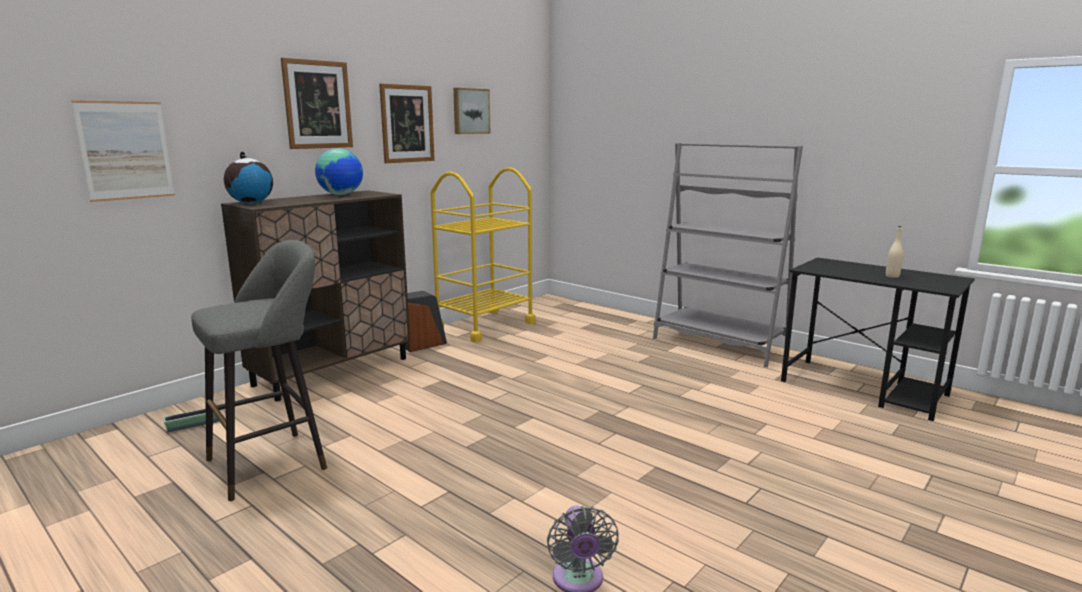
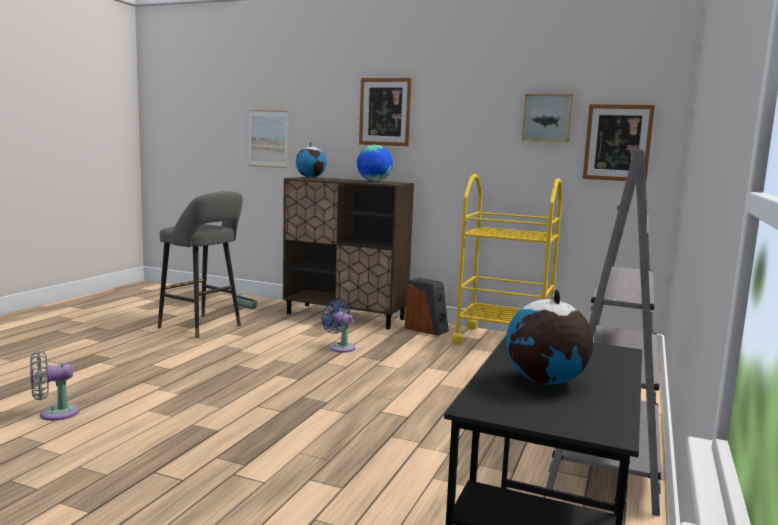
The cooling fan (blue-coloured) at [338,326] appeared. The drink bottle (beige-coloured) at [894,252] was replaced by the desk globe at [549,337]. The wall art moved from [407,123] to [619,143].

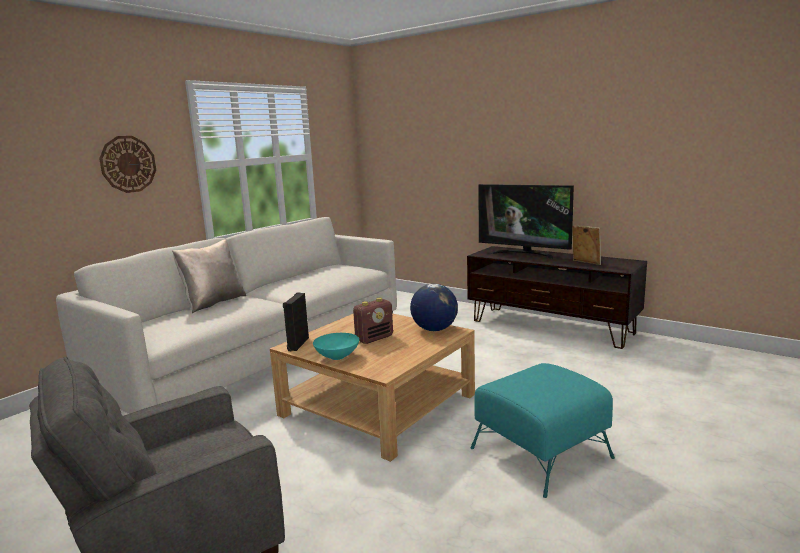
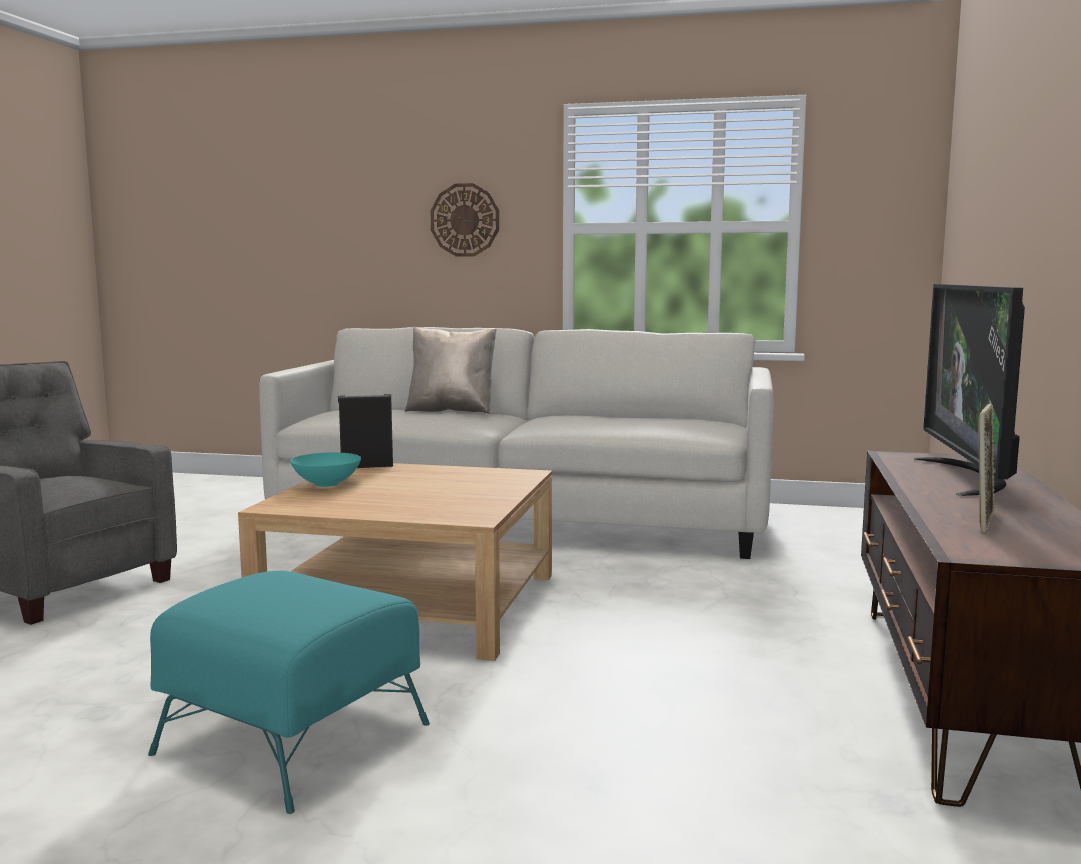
The radio set at [373,321] disappeared. The desk globe at [434,307] disappeared.

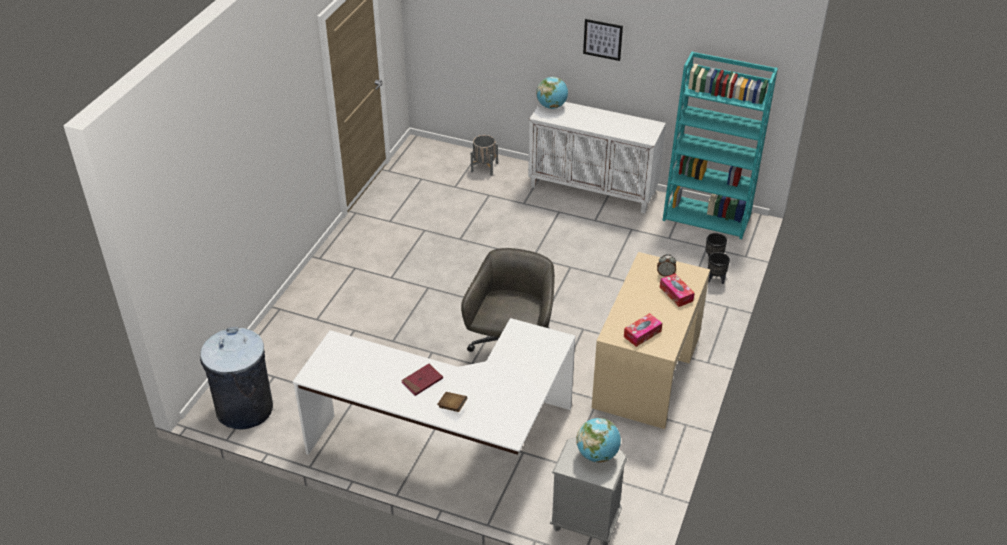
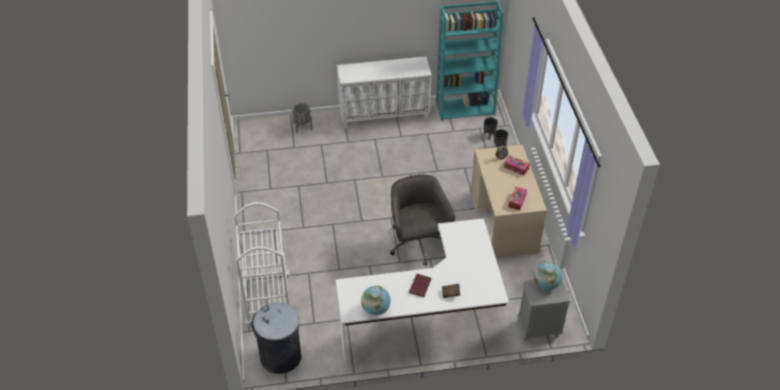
The cart (whitish) at [262,264] appeared. The desk globe moved from [552,93] to [376,300]. The wall art at [603,40] disappeared.

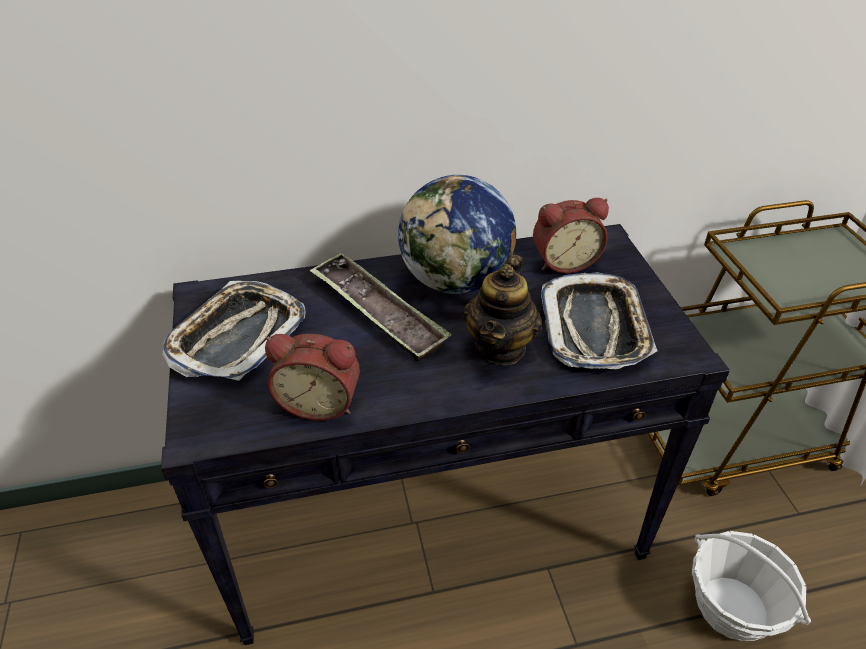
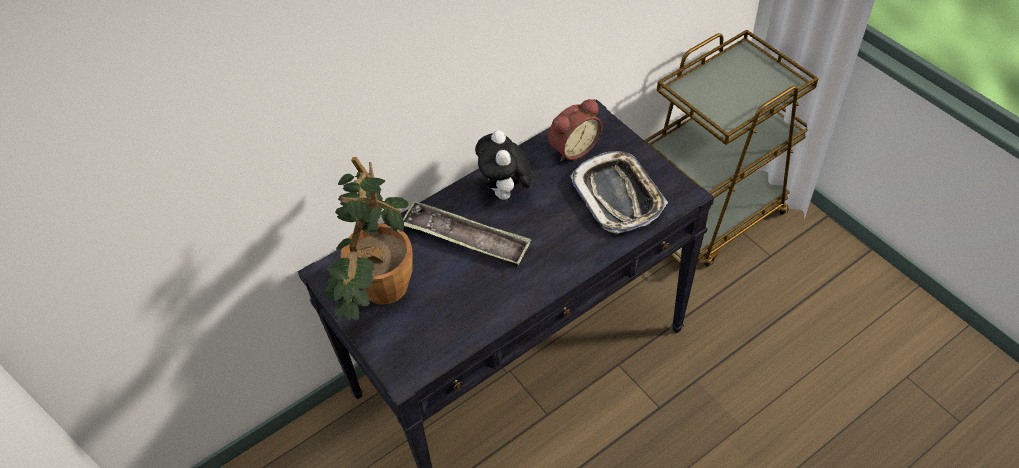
The serving tray at [233,331] was replaced by the plant in a pot at [369,239]. The desk globe at [457,234] was replaced by the soft toy at [503,165]. The bedside clock at [312,377] disappeared. The teapot at [502,309] disappeared. The basket at [751,586] disappeared.

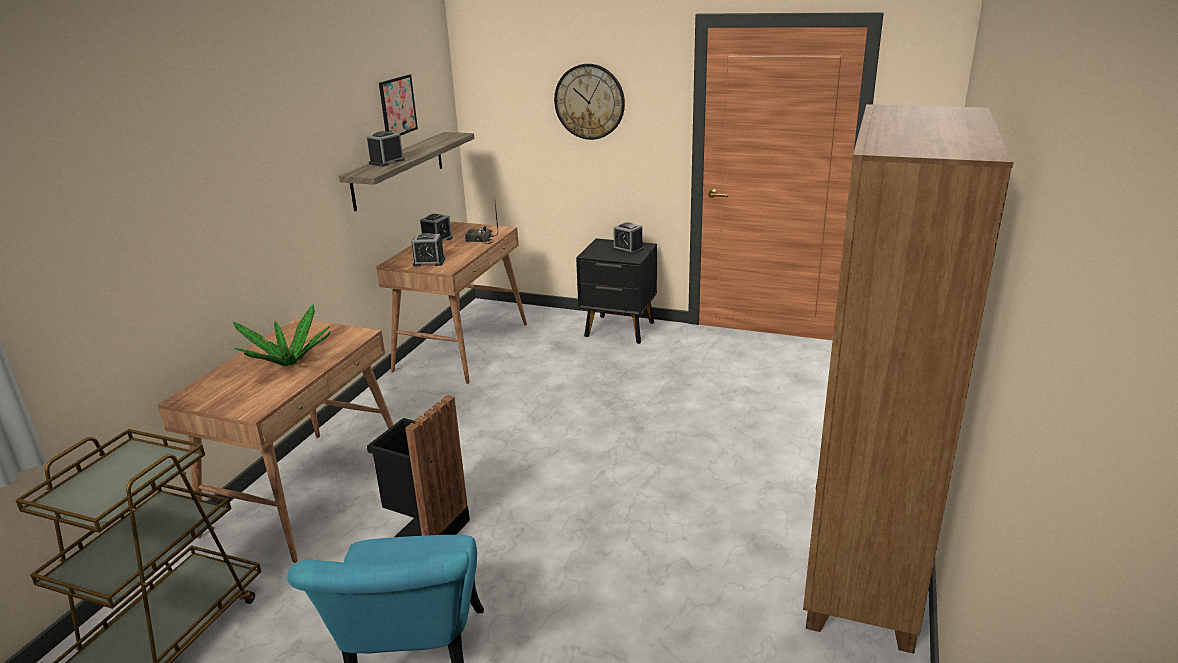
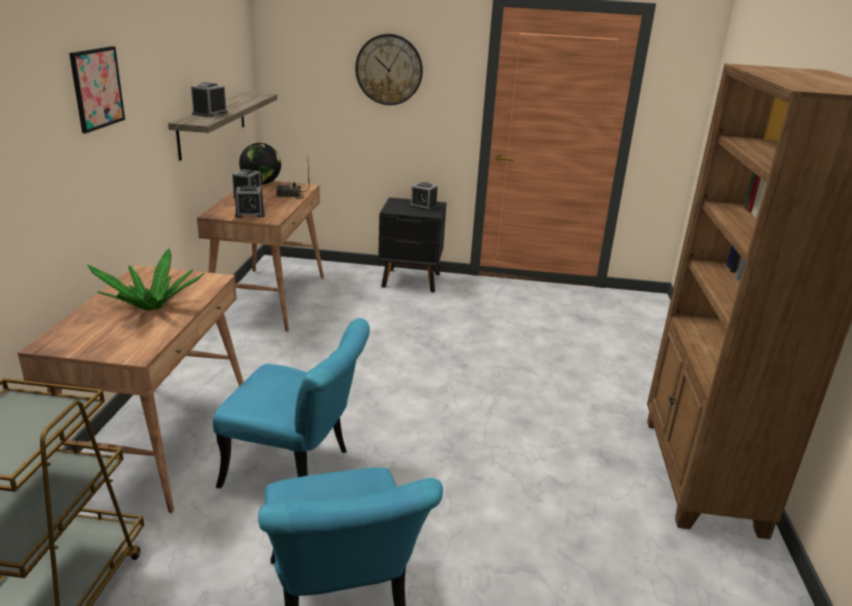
The wall art moved from [398,105] to [97,89]. The waste bin (blackish) at [418,466] was replaced by the upright chair (blue-green) at [291,403]. The desk globe at [260,164] appeared.

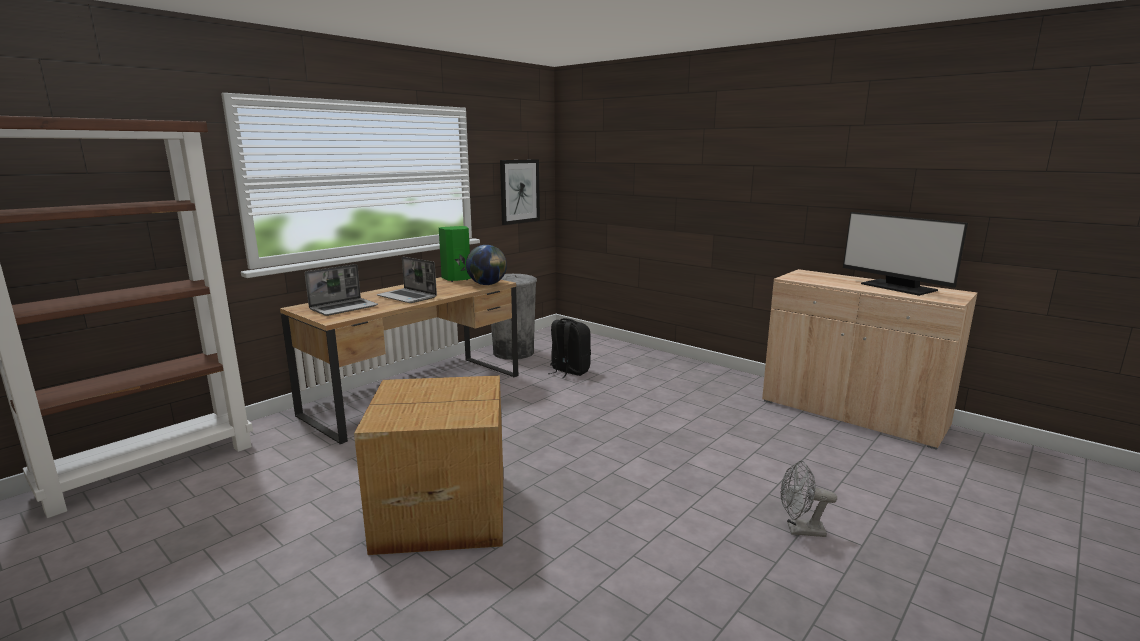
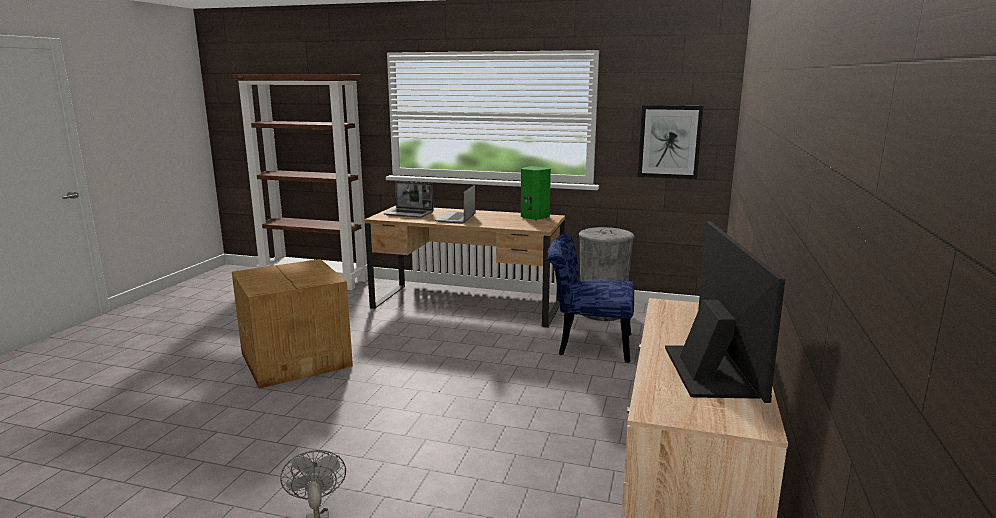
The rucksack (blackish) at [569,348] was replaced by the upright chair (blue-coloured) at [591,298]. The monitor at [905,254] turned 150 degrees clockwise. The desk globe at [486,265] disappeared.

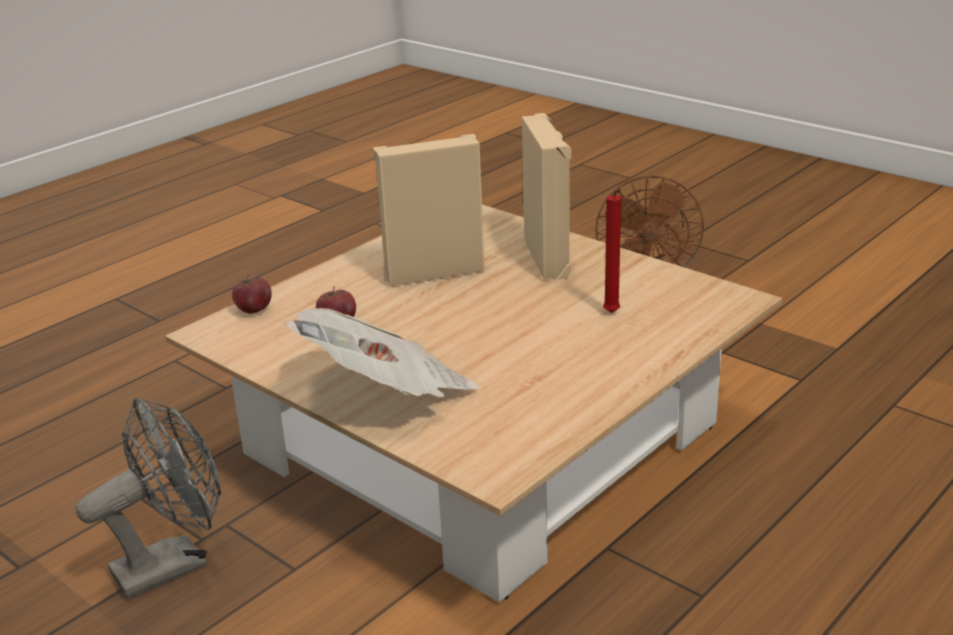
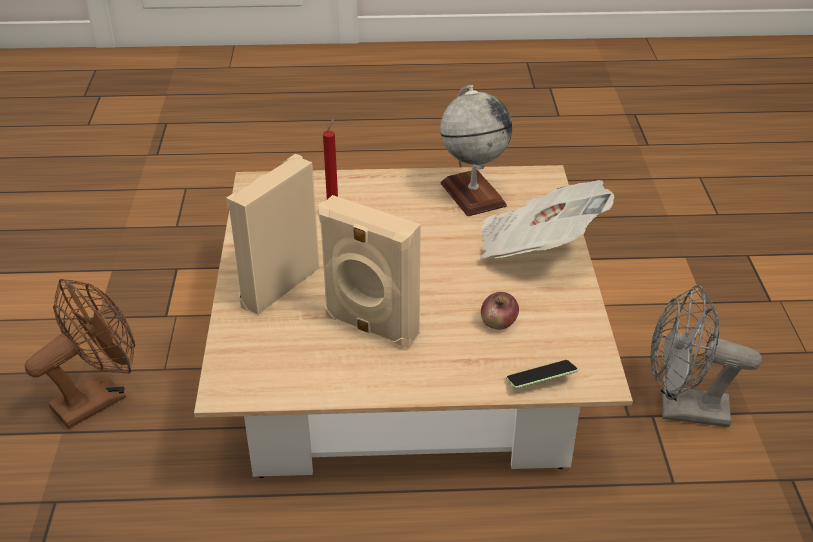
The desk globe at [476,150] appeared. The apple fruit at [252,294] was replaced by the handset at [542,374].

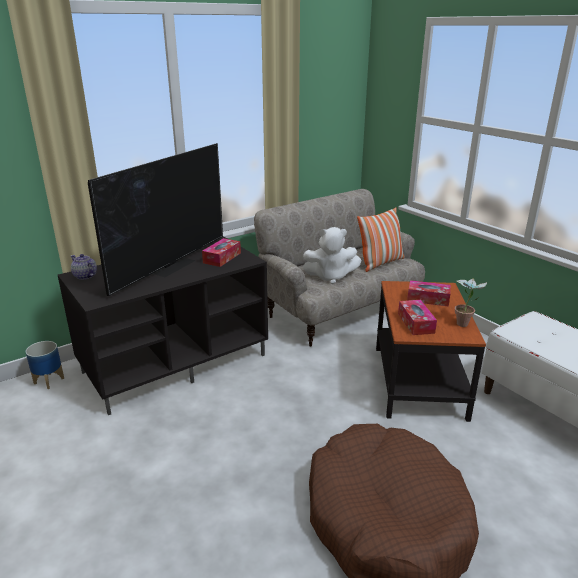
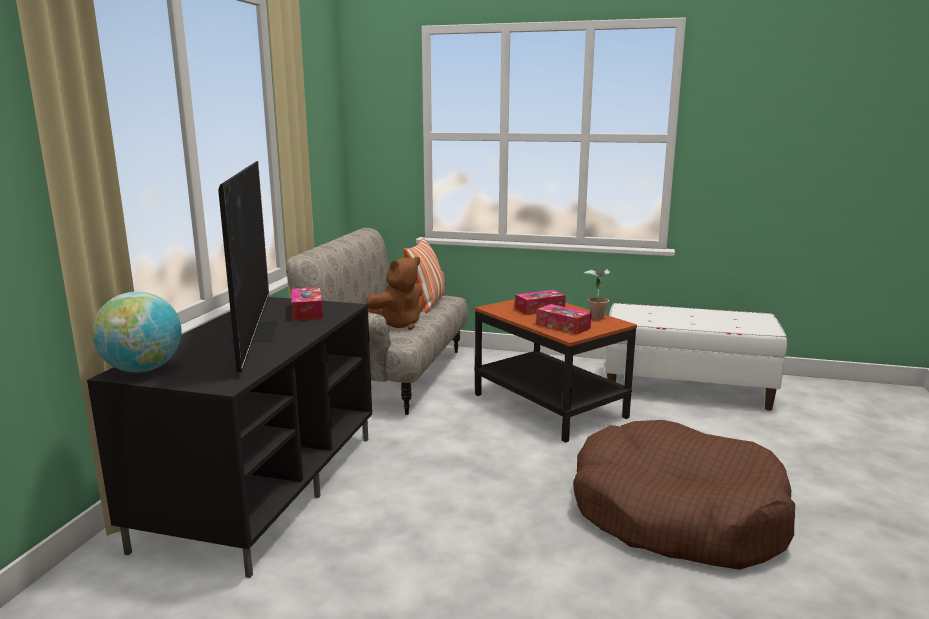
The teapot at [84,267] was replaced by the desk globe at [137,332]. The soft toy (whitish) at [332,255] became the soft toy (brown-coloured) at [395,293]. The planter at [45,365] disappeared.

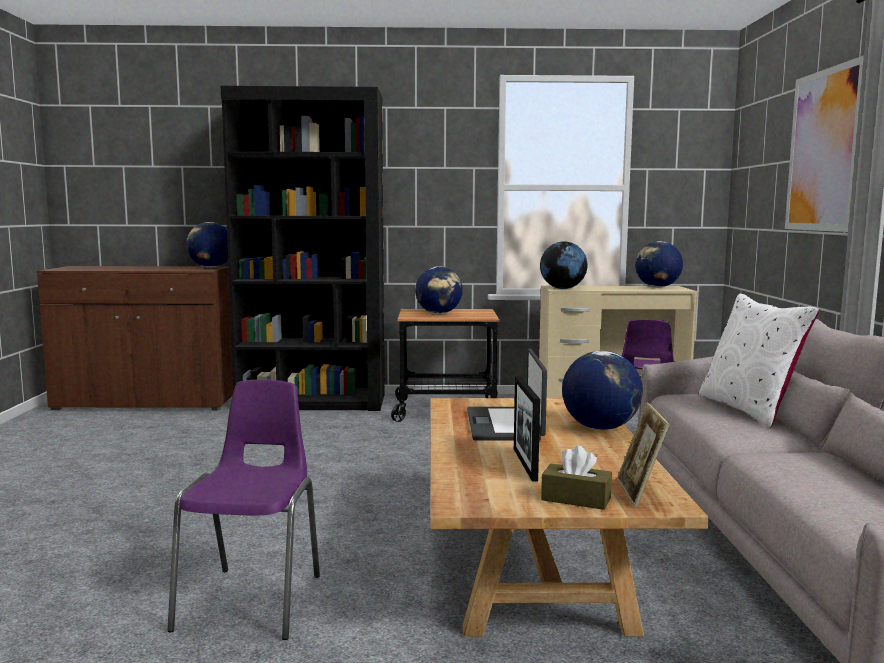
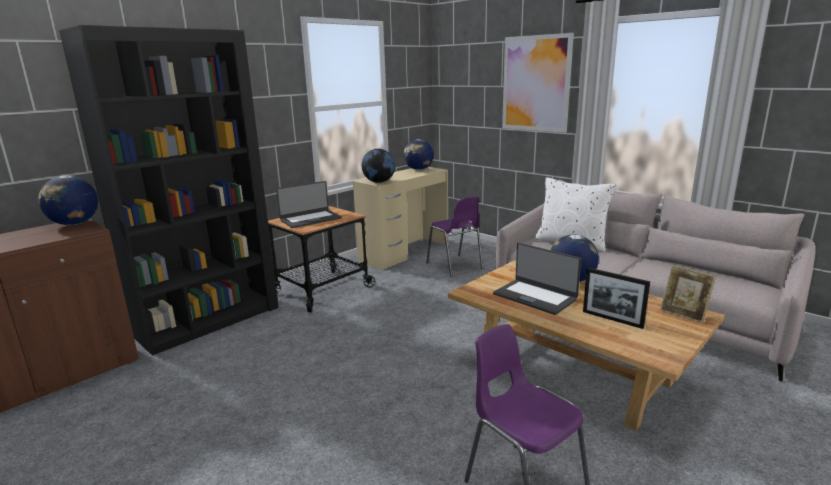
The desk globe at [439,290] was replaced by the portable computer at [309,204]. The tissue box (brown-coloured) at [576,478] disappeared.

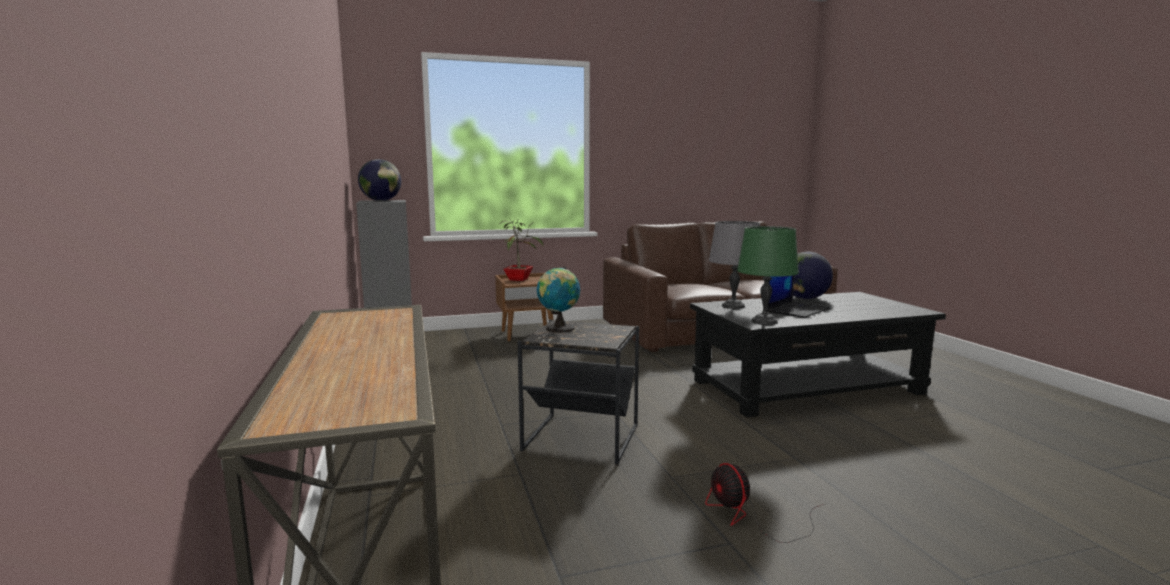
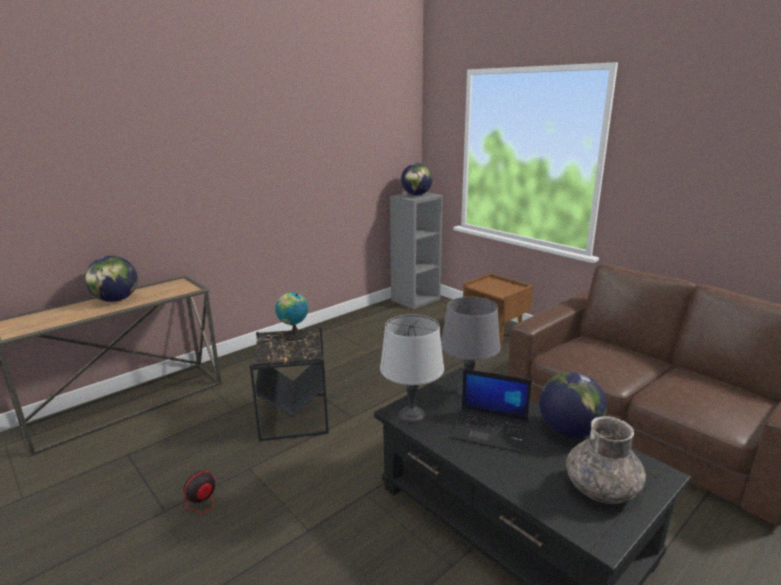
The desk globe at [111,279] appeared. The lamp for a table (green) at [768,275] became the lamp for a table (gray) at [412,369]. The vase (gray) at [606,460] appeared. The plant in a pot at [522,249] disappeared.

